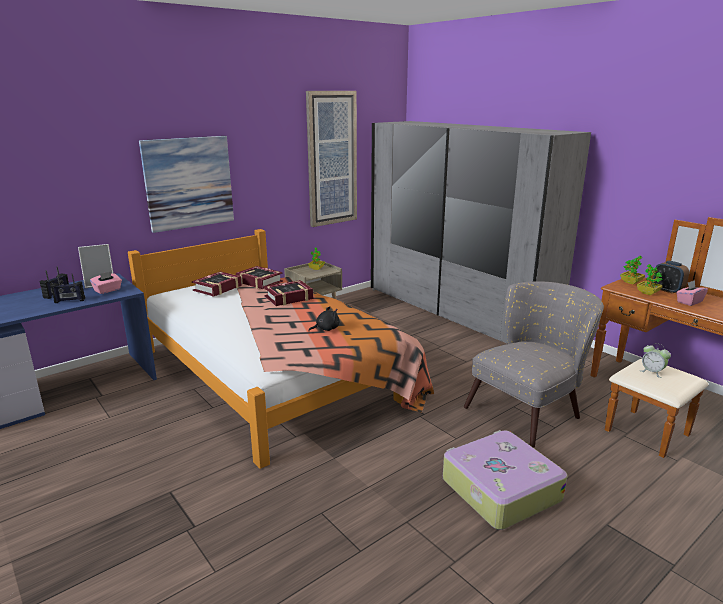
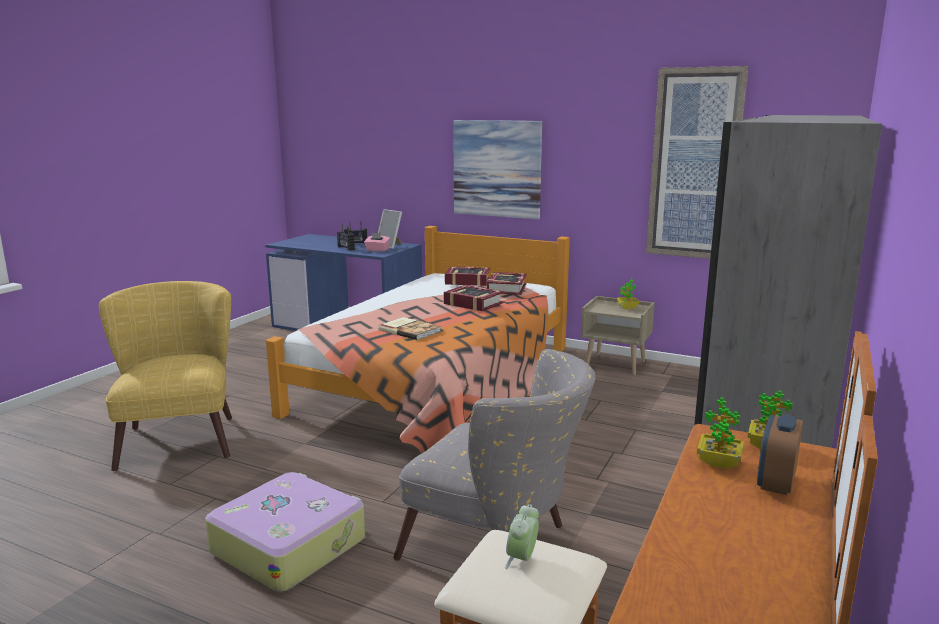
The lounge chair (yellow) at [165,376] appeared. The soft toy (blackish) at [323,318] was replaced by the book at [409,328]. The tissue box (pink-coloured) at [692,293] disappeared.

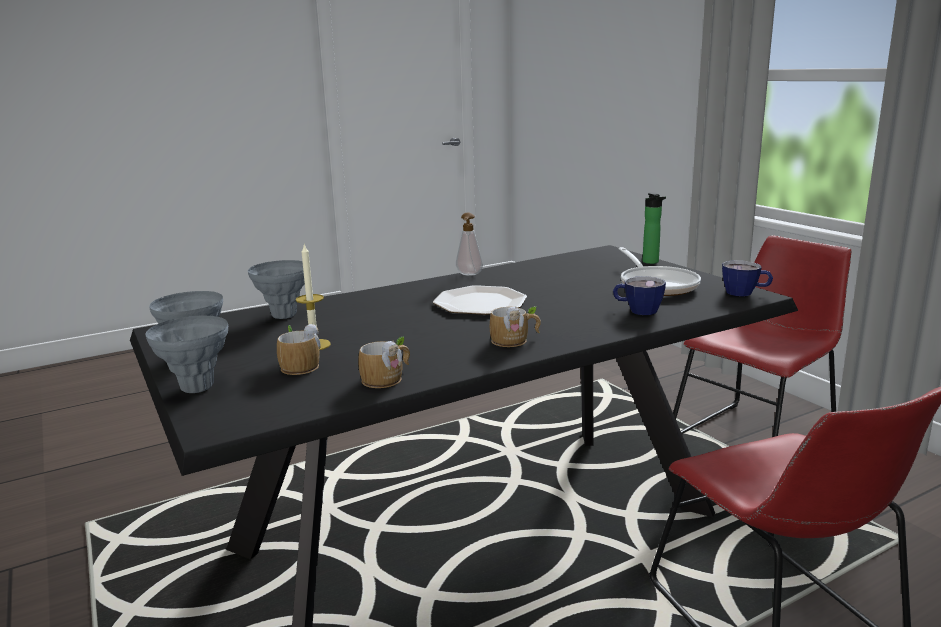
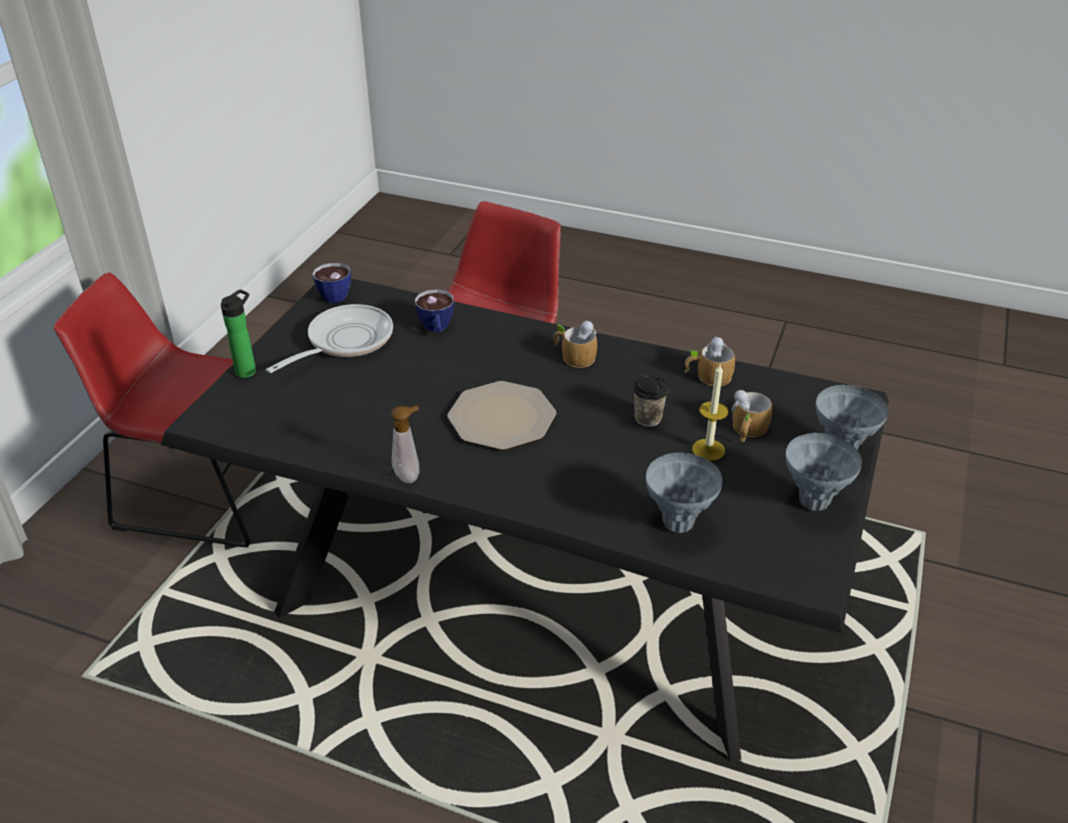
The cup at [650,401] appeared.

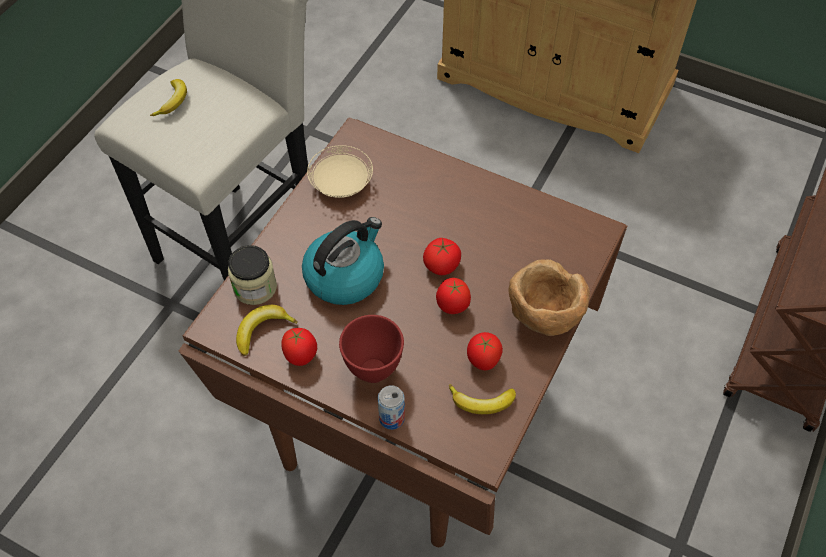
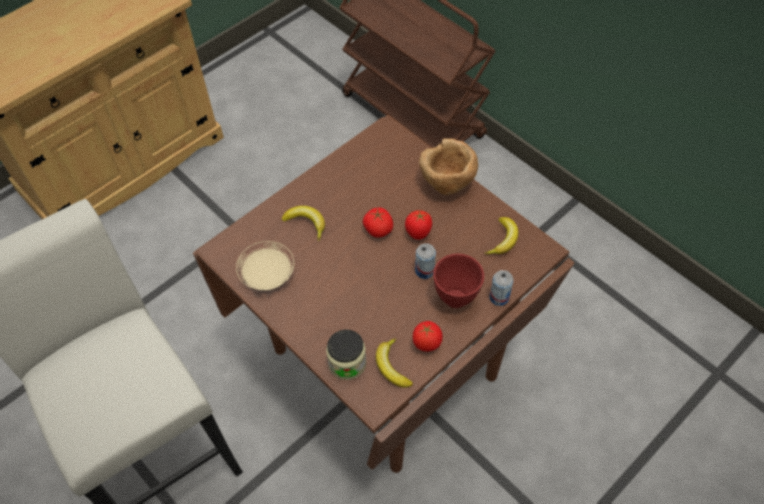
The whole banana moved from [168,97] to [303,223]. The sealed can at [425,261] appeared. The tea kettle at [343,261] disappeared. The whole tomato at [485,351] disappeared.

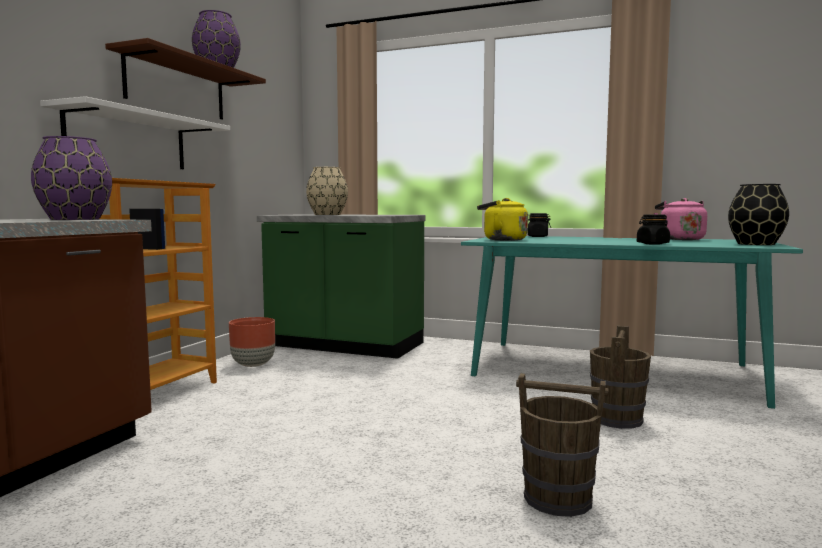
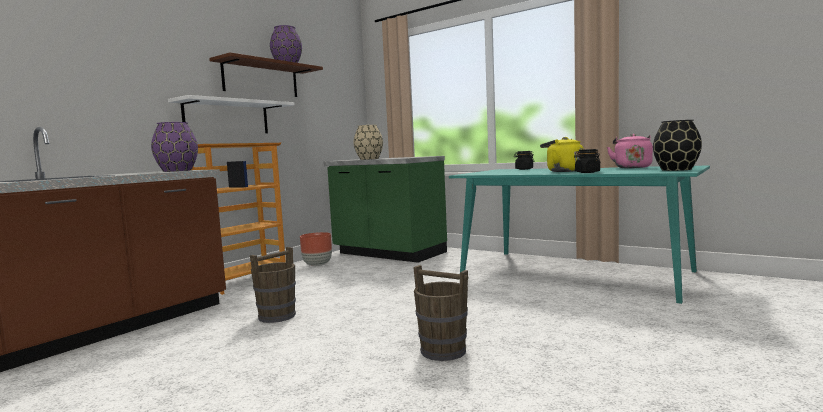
The bucket (brown-coloured) moved from [620,377] to [273,285]. The tea kettle (yellow) moved from [502,219] to [562,154].

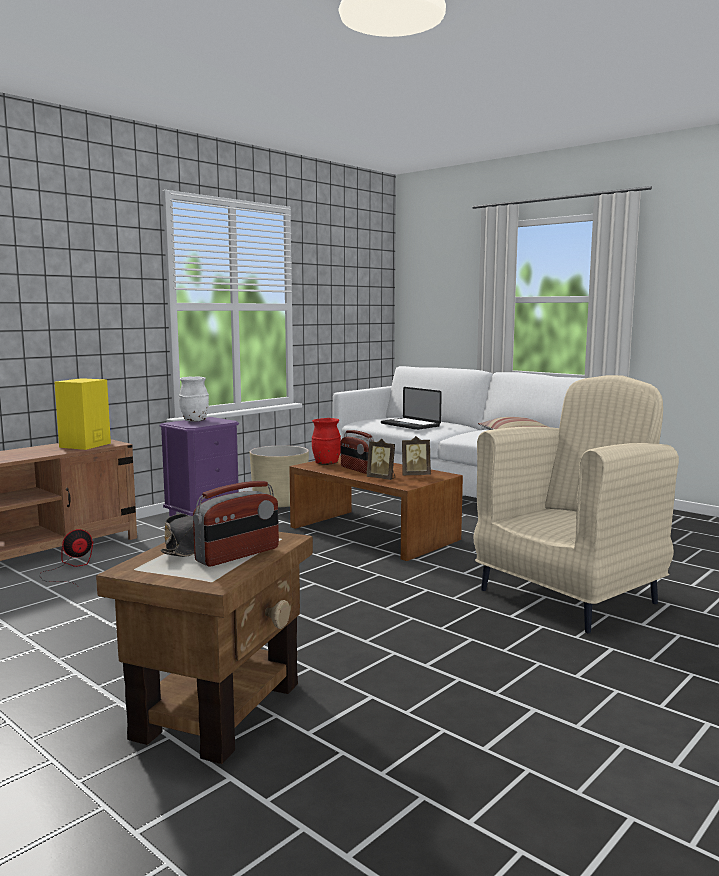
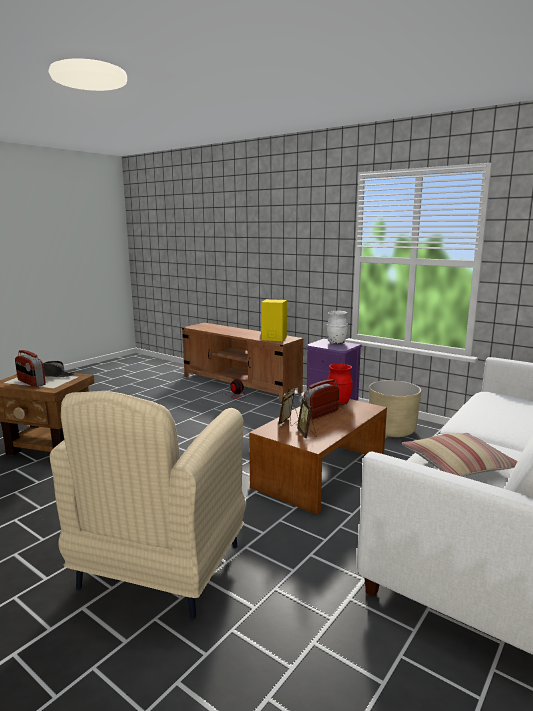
The lounge chair (beige-coloured) at [576,504] turned 60 degrees clockwise. The portable computer at [411,408] disappeared.

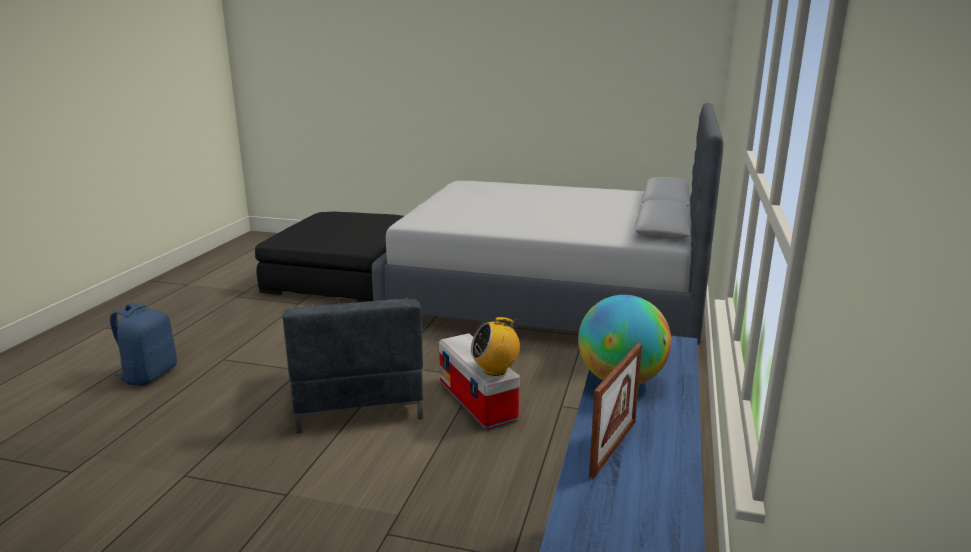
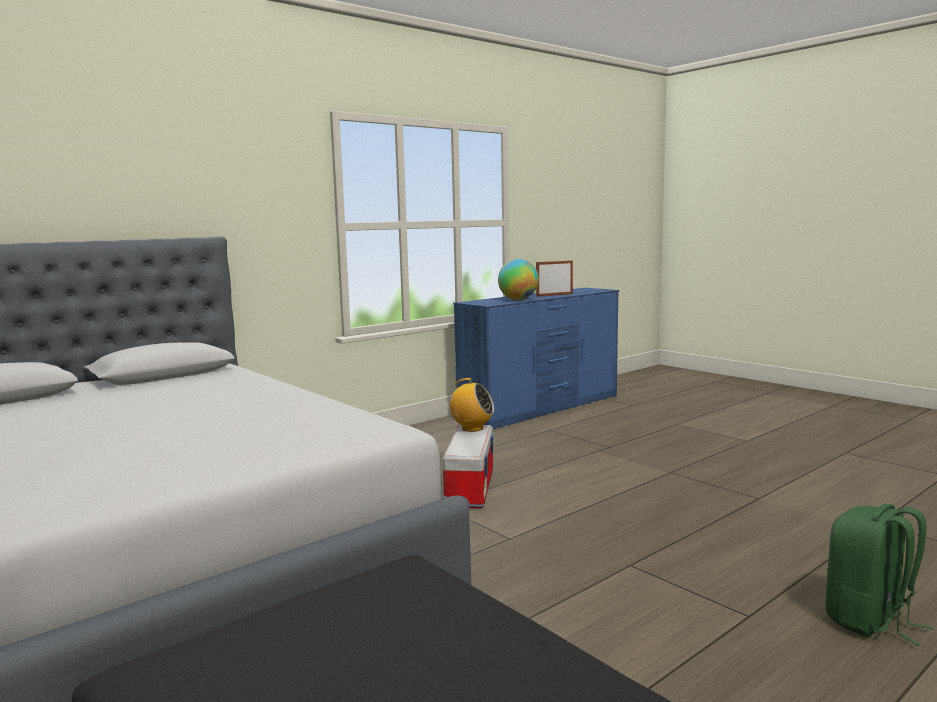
The rucksack (blue-coloured) at [143,344] became the rucksack (green) at [879,575]. The lounge chair (gray) at [353,366] disappeared.

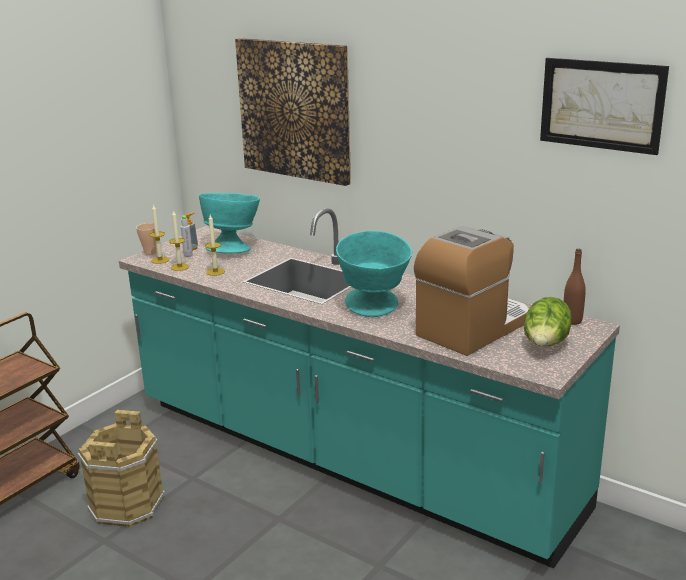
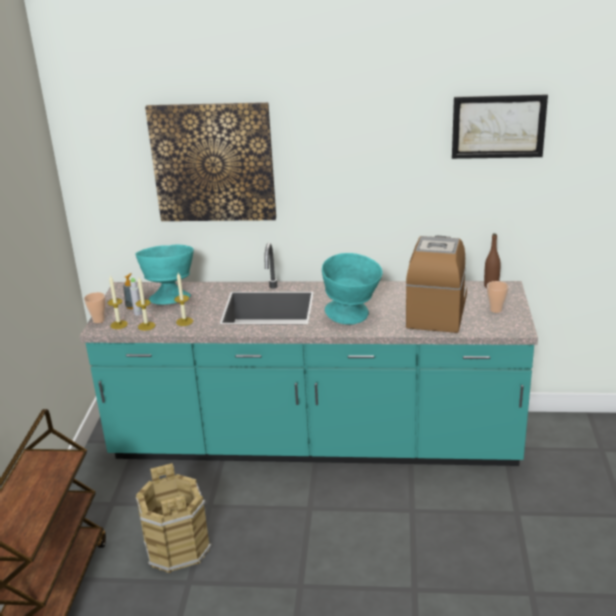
The head of lettuce at [548,321] was replaced by the cup at [498,297].

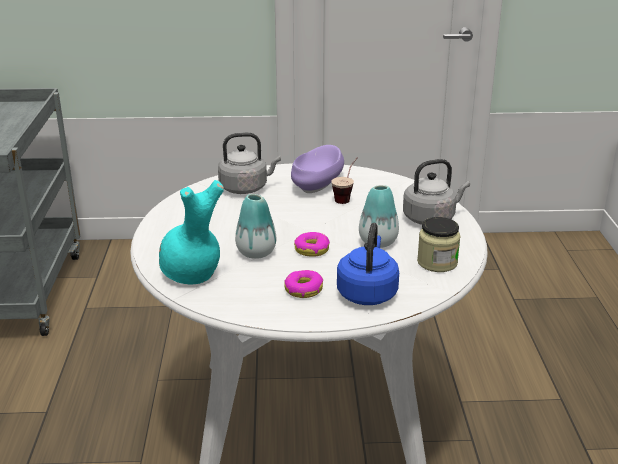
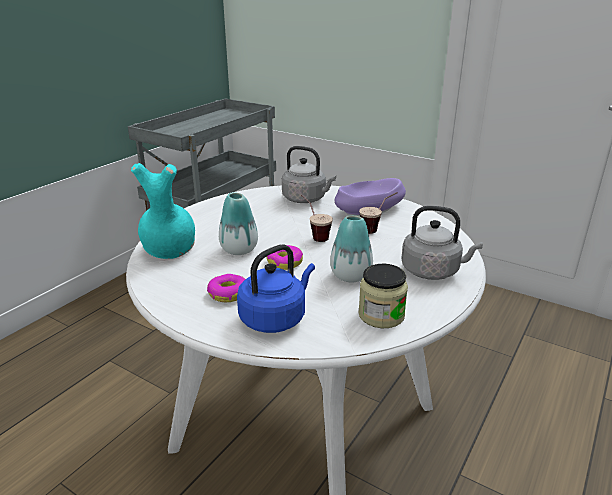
The cup at [317,218] appeared.

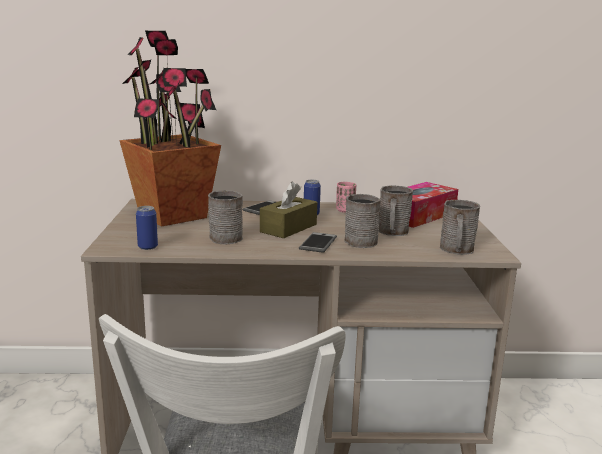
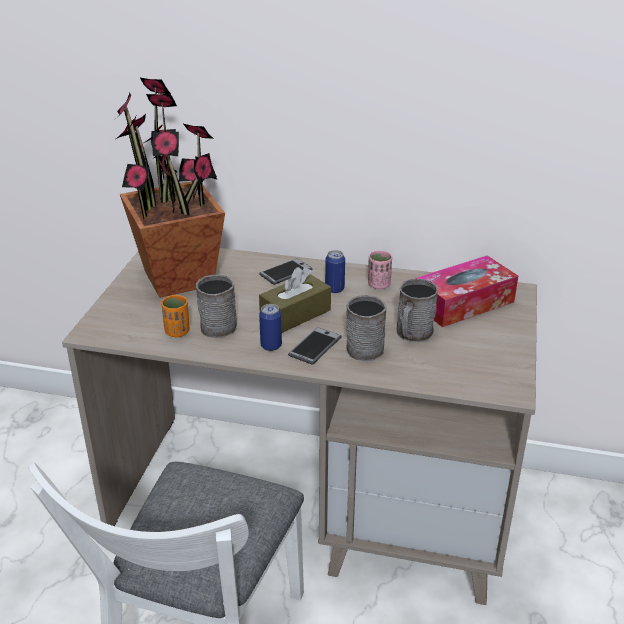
The cup (orange-coloured) at [175,316] appeared. The sealed can moved from [147,228] to [270,327]. The mug (gray) at [460,227] disappeared.

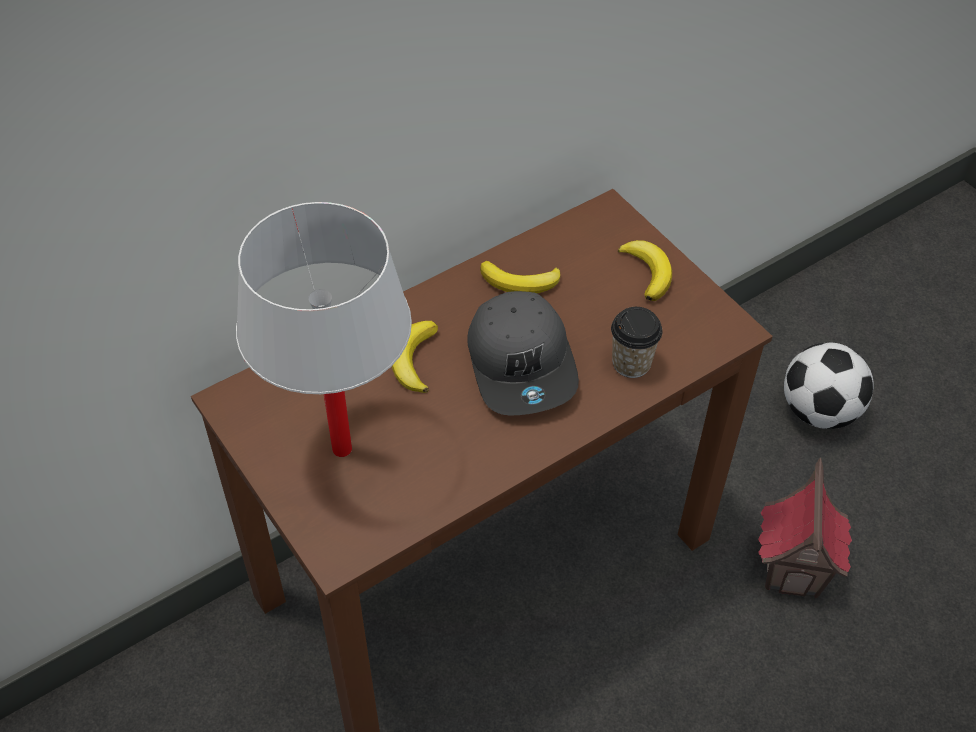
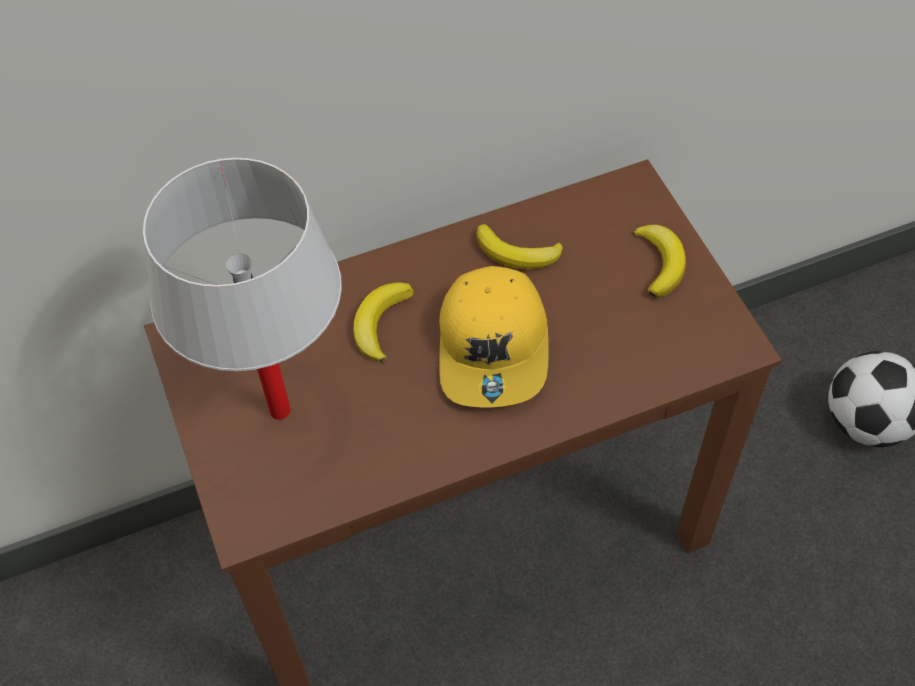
The cap (gray) at [523,353] became the cap (yellow) at [494,336]. The cup at [637,342] disappeared. The model house at [805,528] disappeared.

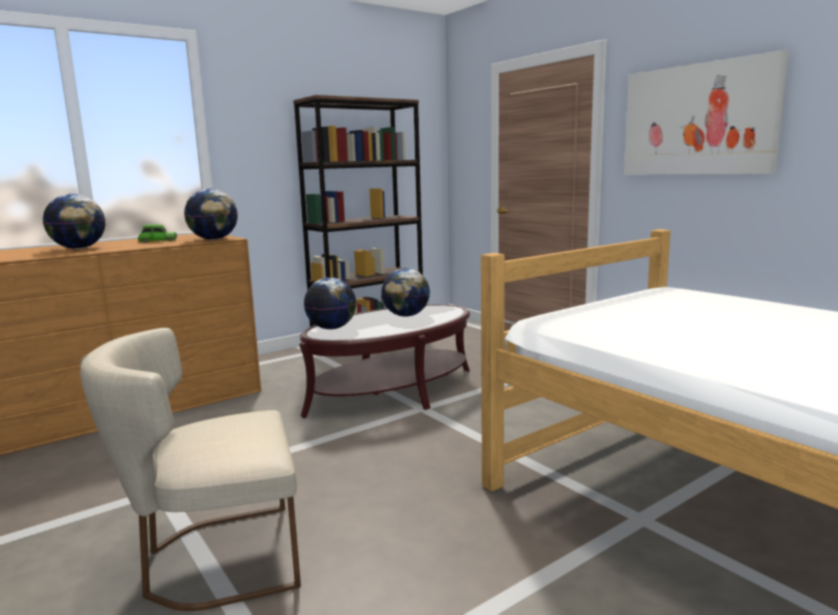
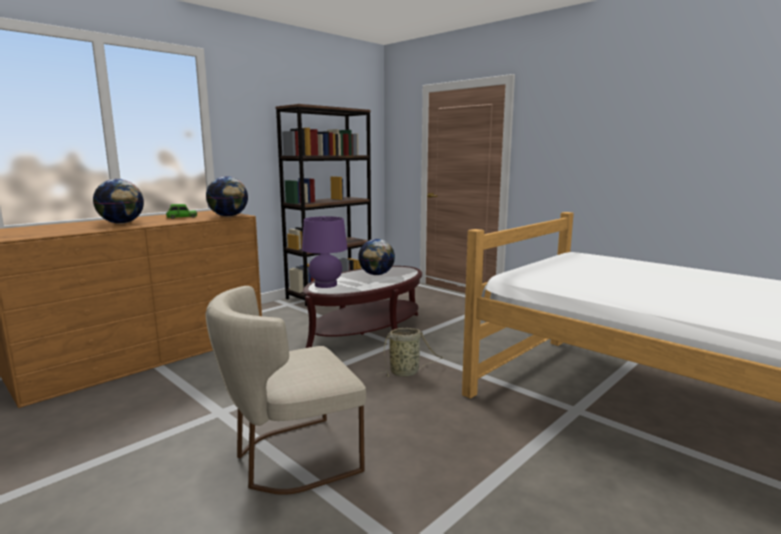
The desk globe at [330,303] was replaced by the lamp for a table (purple) at [325,252]. The basket at [409,352] appeared. The wall art at [707,112] disappeared.

